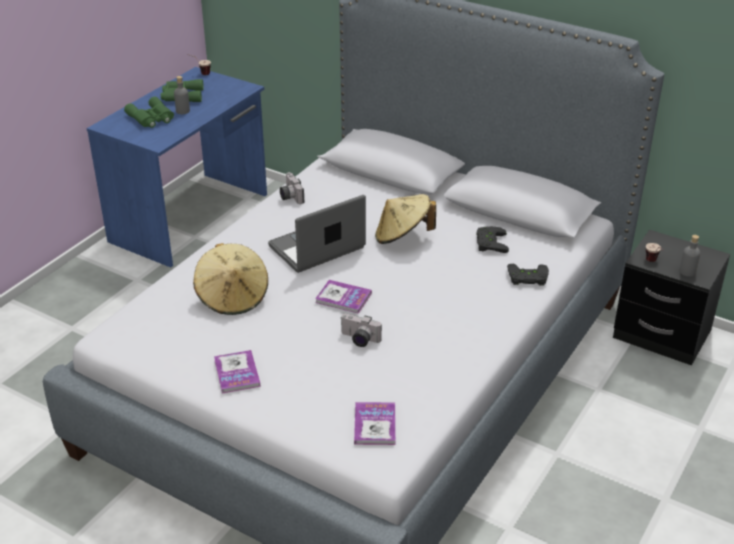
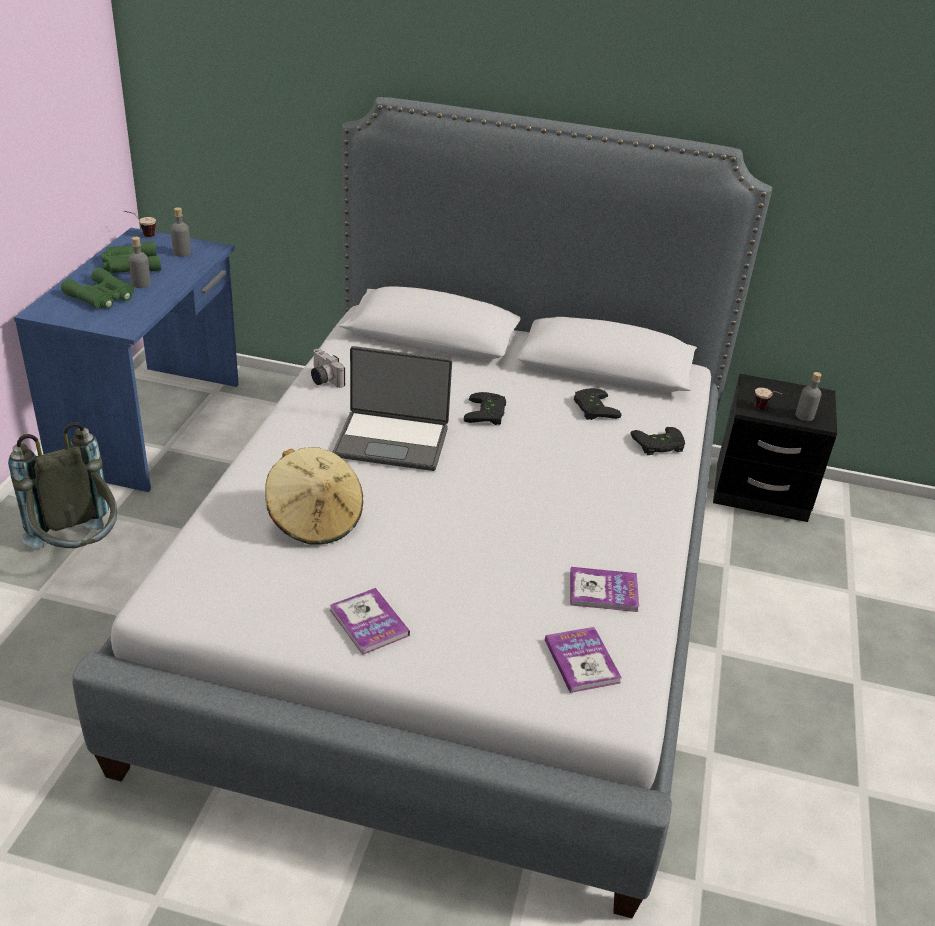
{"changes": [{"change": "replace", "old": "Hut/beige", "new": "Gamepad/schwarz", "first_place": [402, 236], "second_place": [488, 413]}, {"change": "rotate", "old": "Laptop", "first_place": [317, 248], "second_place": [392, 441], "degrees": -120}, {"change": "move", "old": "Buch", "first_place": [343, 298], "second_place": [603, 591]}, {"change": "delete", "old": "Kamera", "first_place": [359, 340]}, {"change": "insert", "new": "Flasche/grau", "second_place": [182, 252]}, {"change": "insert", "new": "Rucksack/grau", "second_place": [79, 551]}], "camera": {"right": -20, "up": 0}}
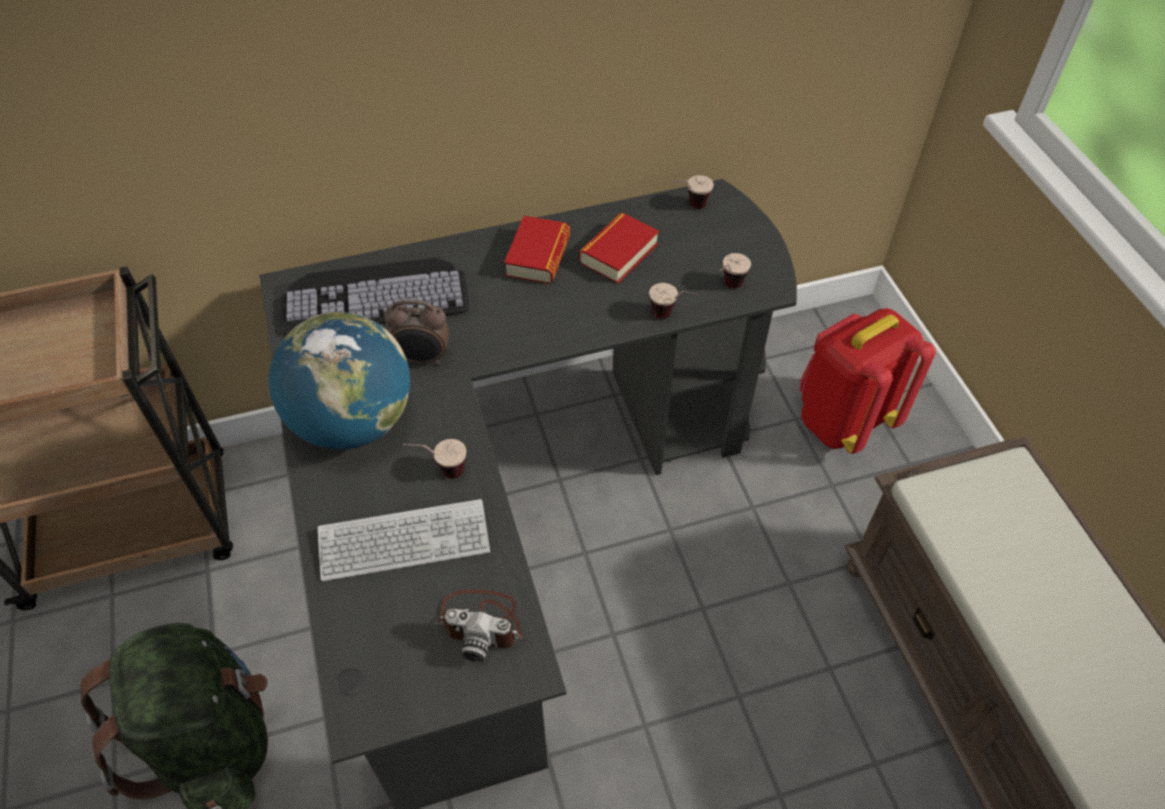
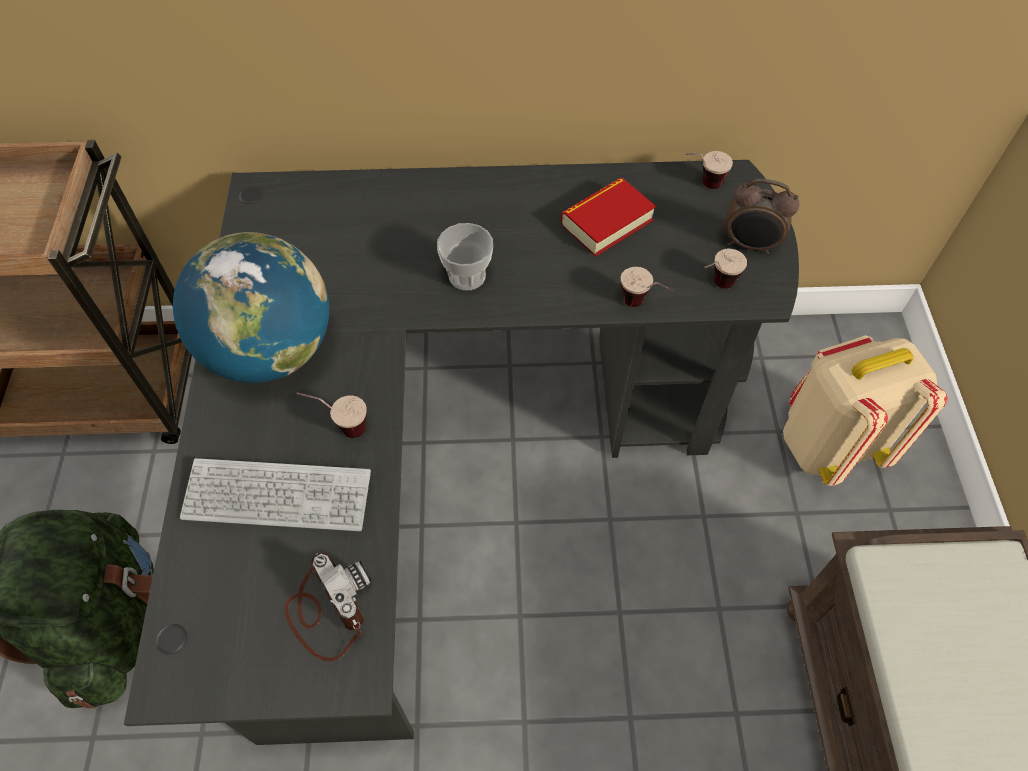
{"changes": [{"change": "delete", "old": "Buch", "first_place": [538, 256]}, {"change": "delete", "old": "Tastatur", "first_place": [376, 294]}, {"change": "move", "old": "Wecker", "first_place": [422, 359], "second_place": [750, 245]}, {"change": "recolor", "old": "Rucksack/rot", "new": "Rucksack/beige", "first_place": [842, 420], "second_place": [829, 444]}, {"change": "rotate", "old": "Kamera", "first_place": [482, 622], "second_place": [327, 609], "degrees": -150}, {"change": "insert", "new": "Tasse", "second_place": [467, 276]}], "camera": {"right": 15, "up": 5}}
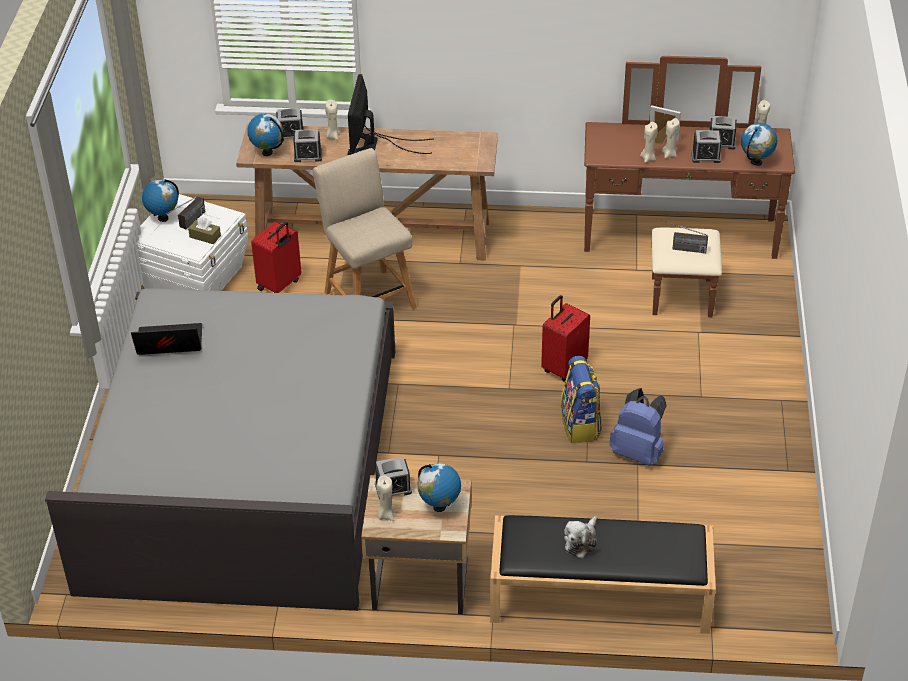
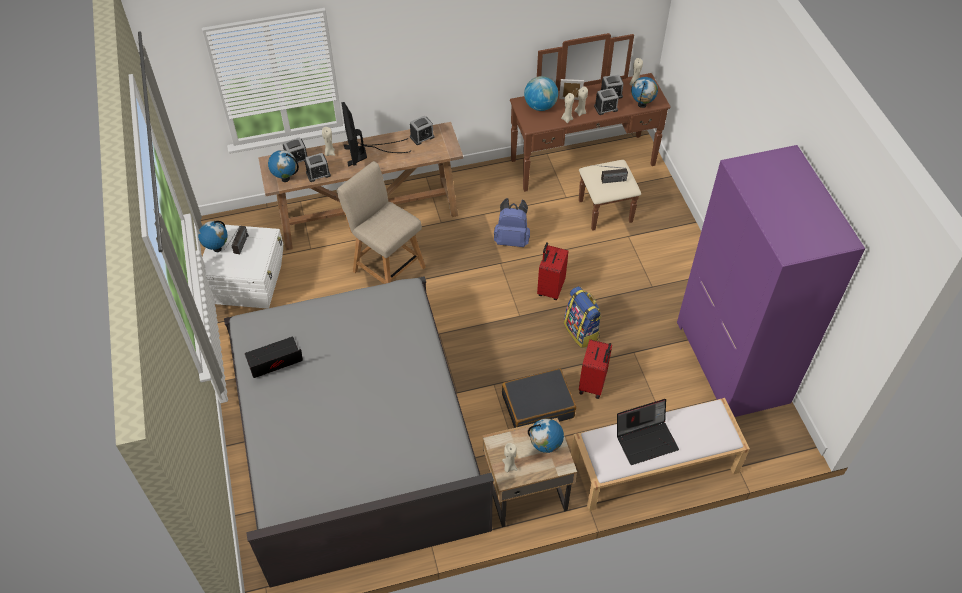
{"changes": [{"change": "delete", "old": "Taschentuchbox/braun", "first_place": [205, 236]}, {"change": "move", "old": "Koffer/rot", "first_place": [280, 285], "second_place": [593, 384]}, {"change": "move", "old": "Rucksack/blau", "first_place": [638, 452], "second_place": [512, 239]}, {"change": "move", "old": "Wecker", "first_place": [393, 488], "second_place": [422, 137]}, {"change": "recolor", "old": "Bank/schwarz", "new": "Bank/weiß", "first_place": [598, 596], "second_place": [653, 466]}, {"change": "replace", "old": "Plüschtier", "new": "Laptop", "first_place": [581, 542], "second_place": [646, 439]}, {"change": "insert", "new": "Globus", "second_place": [540, 106]}, {"change": "insert", "new": "Kleiderschrank/lila", "second_place": [733, 362]}, {"change": "insert", "new": "Koffer/schwarz", "second_place": [537, 405]}], "camera": {"right": -20, "up": 10}}
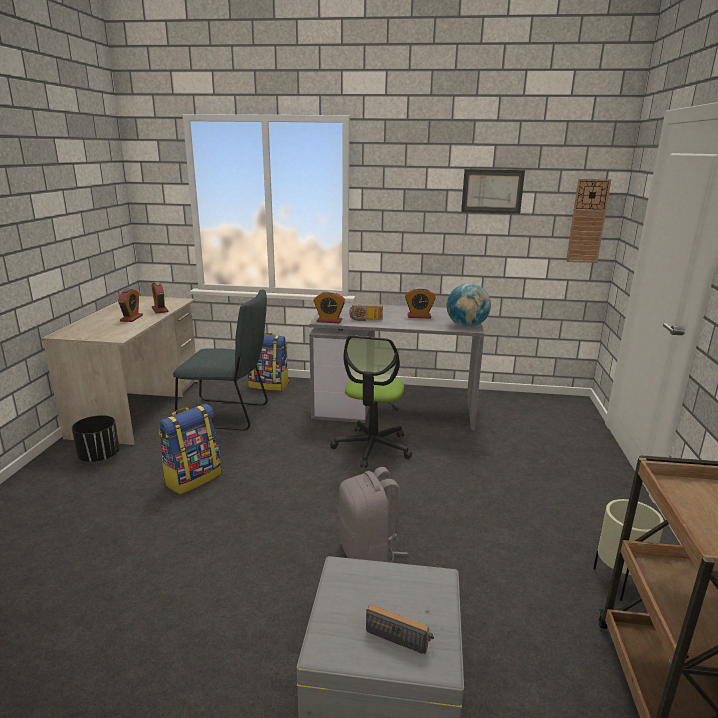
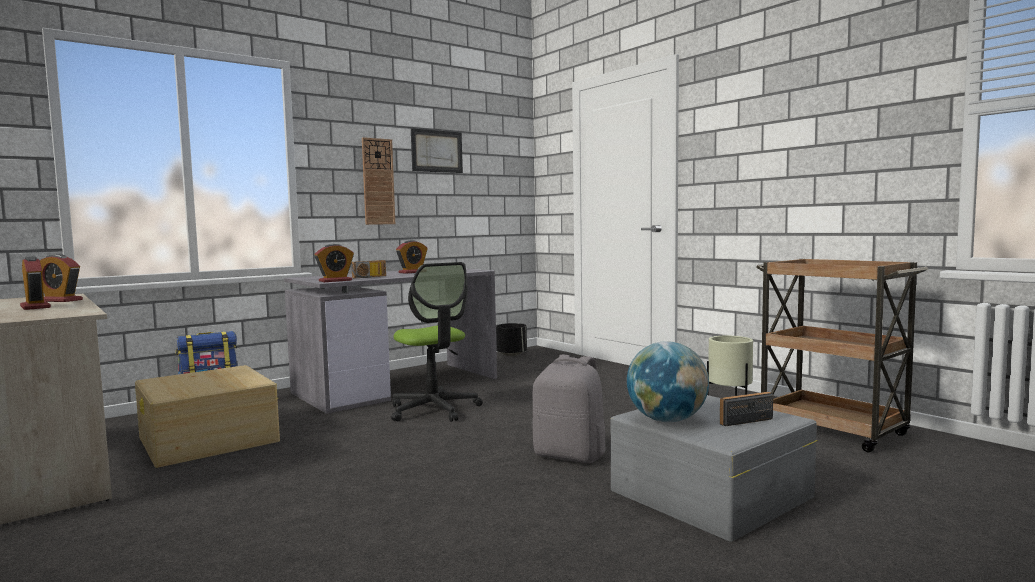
{"changes": [{"change": "move", "old": "Wanduhr", "first_place": [587, 221], "second_place": [378, 181]}, {"change": "move", "old": "Globus", "first_place": [466, 326], "second_place": [667, 420]}, {"change": "replace", "old": "Stuhl/grau", "new": "Aufbewahrungsbox/beige", "first_place": [228, 415], "second_place": [208, 439]}, {"change": "delete", "old": "Rucksack", "first_place": [193, 478]}, {"change": "move", "old": "Pflanzkübel/schwarz", "first_place": [99, 457], "second_place": [511, 354]}], "camera": {"right": -45, "up": -15}}
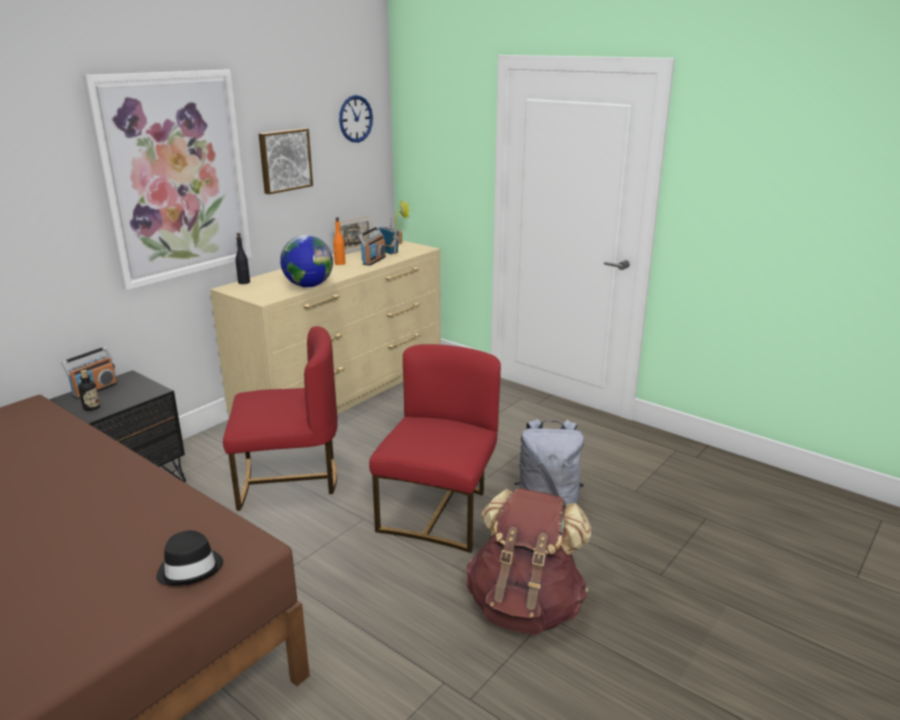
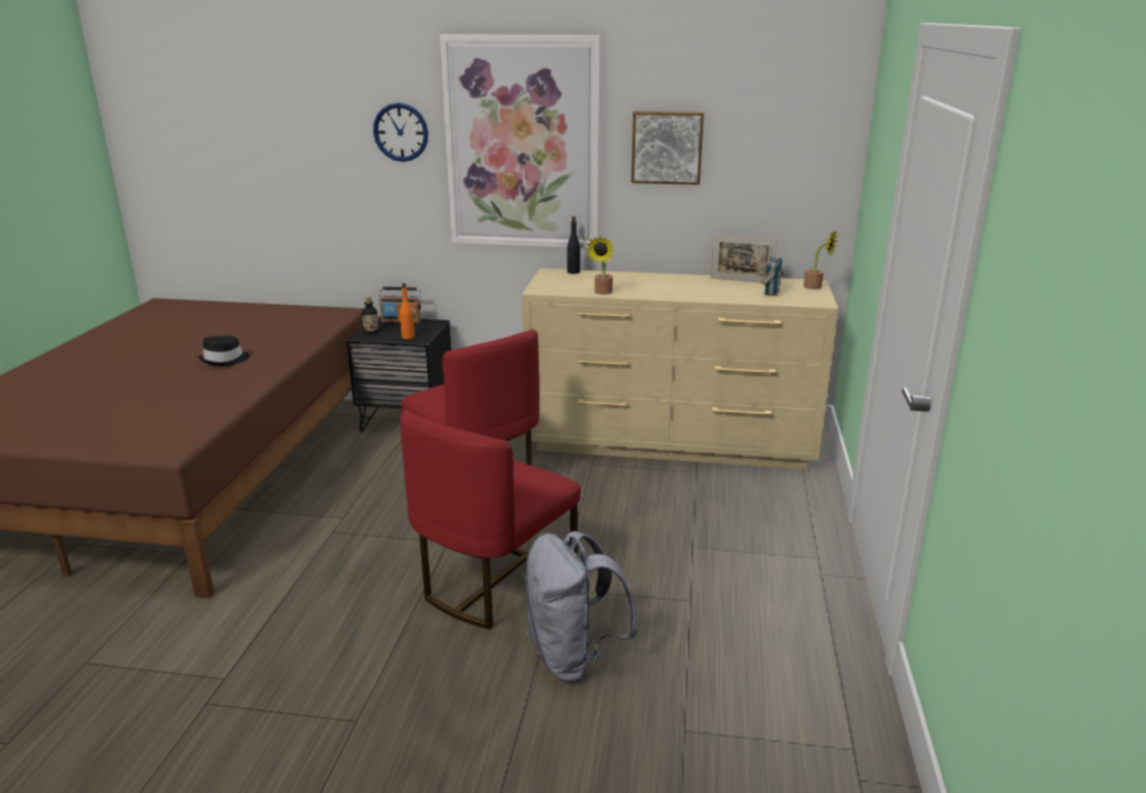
{"changes": [{"change": "move", "old": "Wanduhr", "first_place": [355, 119], "second_place": [401, 132]}, {"change": "move", "old": "Flasche/orange", "first_place": [340, 263], "second_place": [408, 337]}, {"change": "delete", "old": "Radio", "first_place": [373, 260]}, {"change": "replace", "old": "Globus", "new": "Topfpflanze", "first_place": [308, 286], "second_place": [602, 293]}, {"change": "rotate", "old": "Stuhl/rot", "first_place": [439, 513], "second_place": [494, 583], "degrees": 135}, {"change": "delete", "old": "Rucksack/braun", "first_place": [525, 606]}, {"change": "move", "old": "Hut/schwarz", "first_place": [190, 568], "second_place": [225, 360]}], "camera": {"right": 60, "up": 0}}
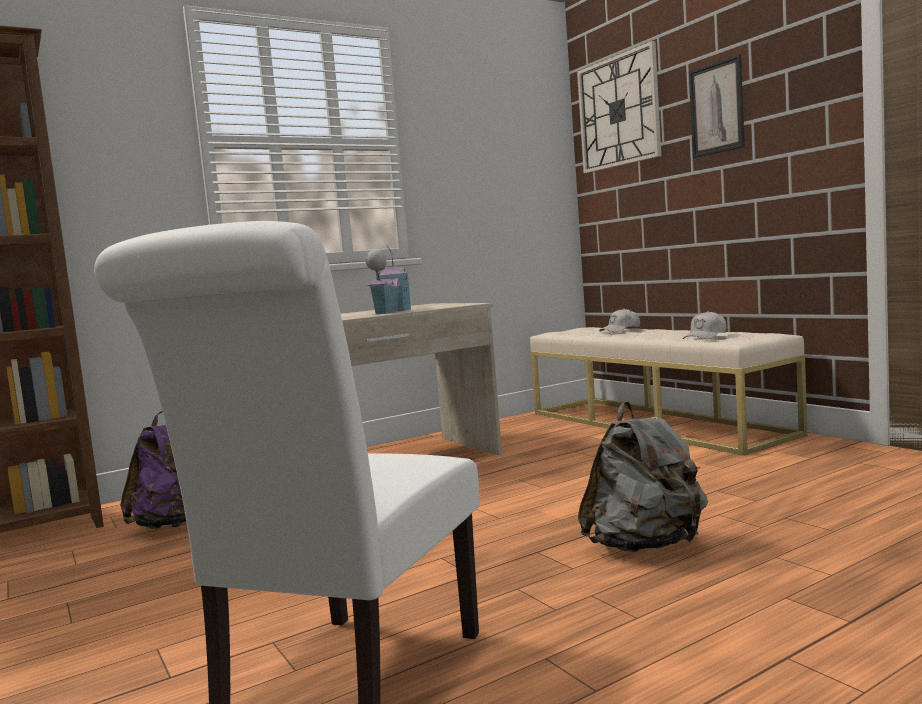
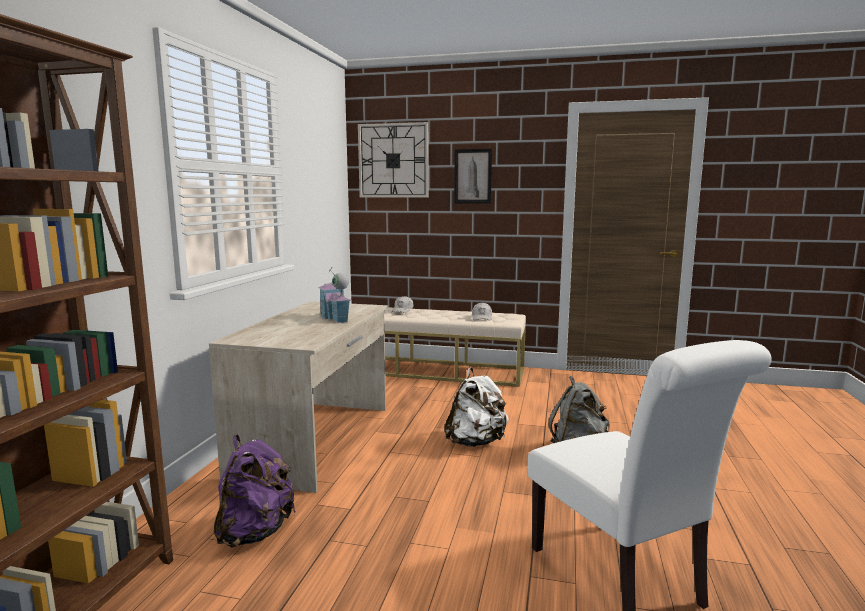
{"changes": [{"change": "insert", "new": "Rucksack/weiß", "second_place": [476, 442]}], "camera": {"right": -45, "up": 5}}
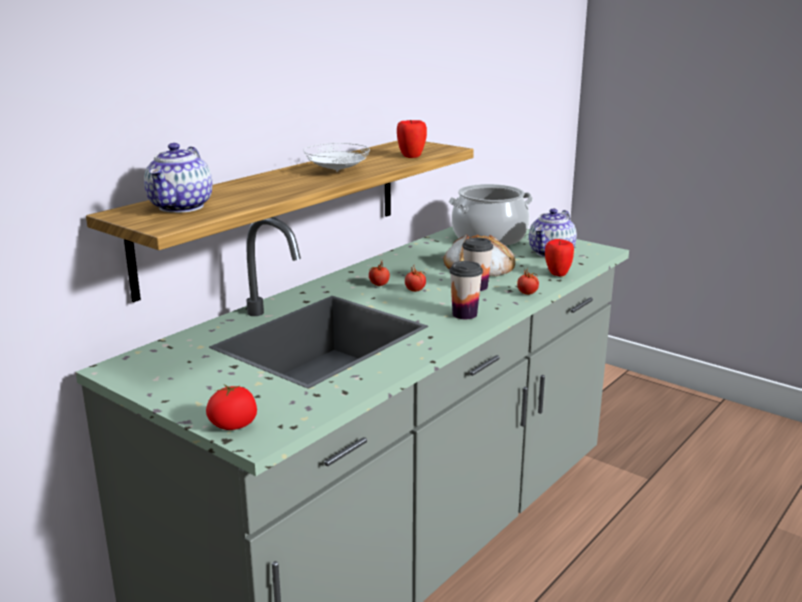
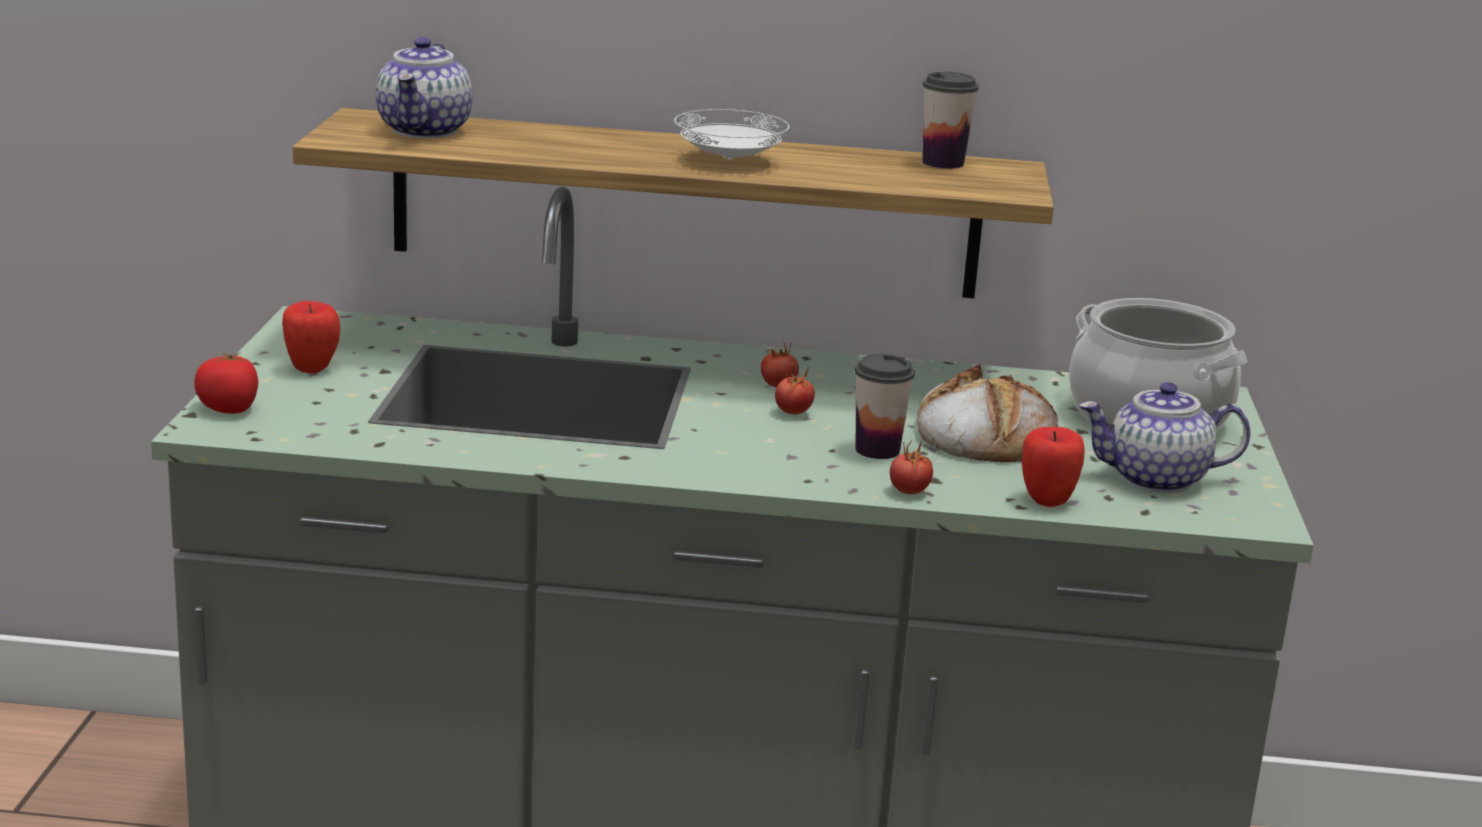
{"changes": [{"change": "move", "old": "Apfel", "first_place": [411, 156], "second_place": [312, 368]}, {"change": "rotate", "old": "Teekanne", "first_place": [181, 207], "second_place": [425, 131], "degrees": -60}, {"change": "move", "old": "Tasse", "first_place": [464, 314], "second_place": [943, 163]}], "camera": {"right": 55, "up": 0}}
